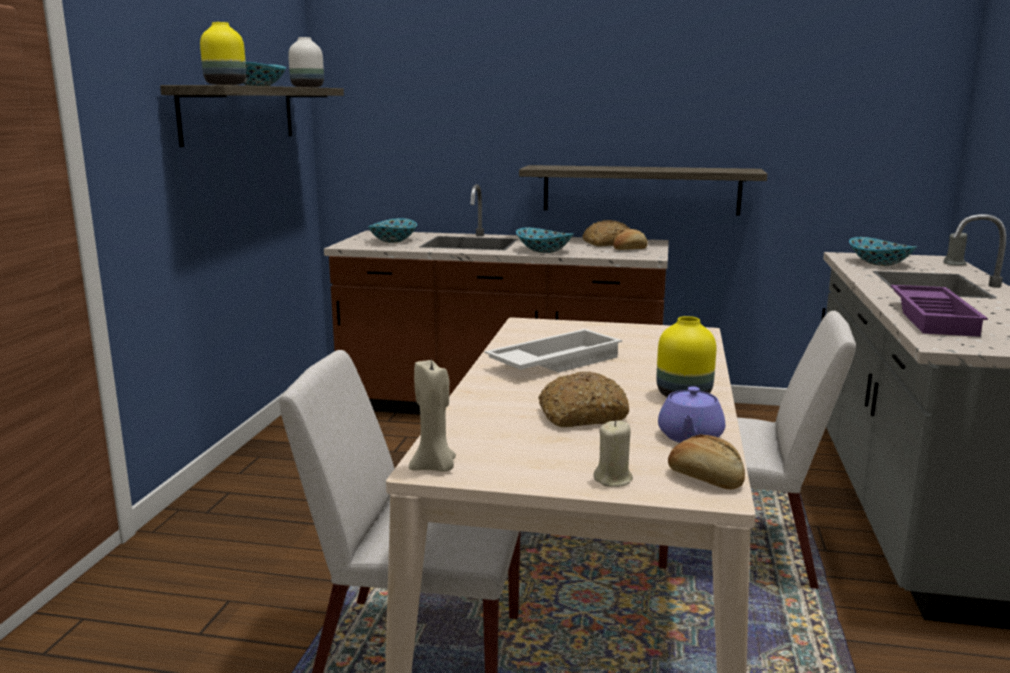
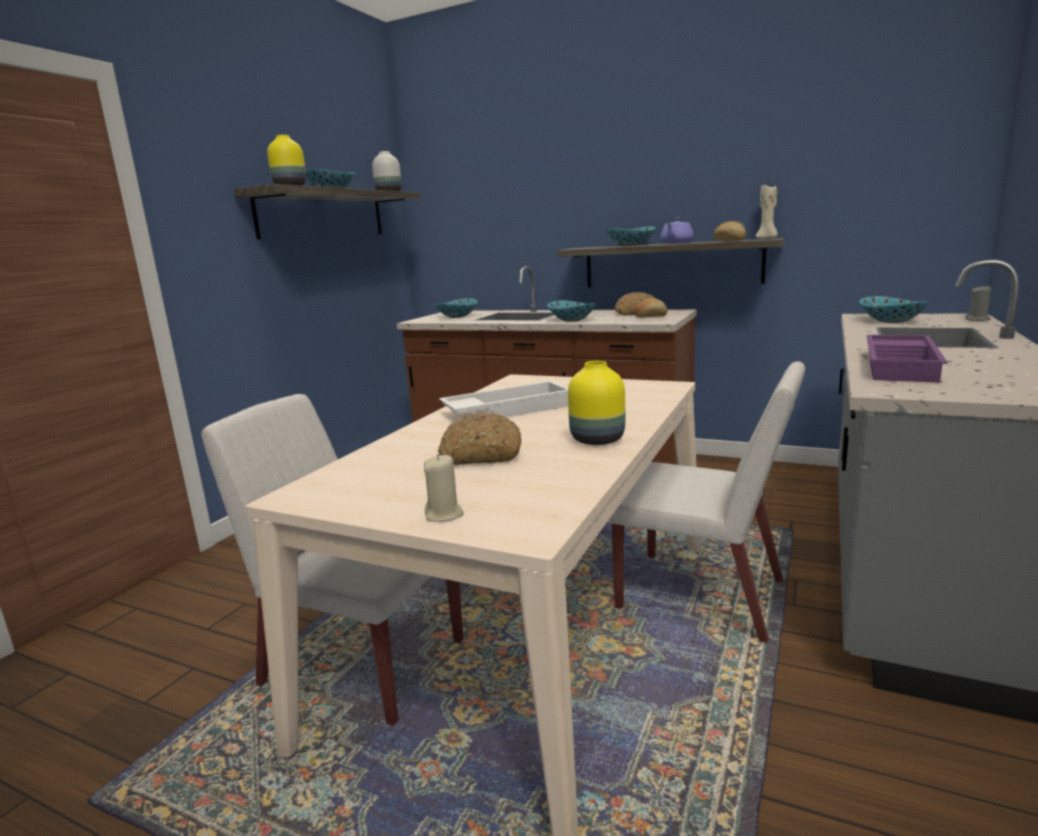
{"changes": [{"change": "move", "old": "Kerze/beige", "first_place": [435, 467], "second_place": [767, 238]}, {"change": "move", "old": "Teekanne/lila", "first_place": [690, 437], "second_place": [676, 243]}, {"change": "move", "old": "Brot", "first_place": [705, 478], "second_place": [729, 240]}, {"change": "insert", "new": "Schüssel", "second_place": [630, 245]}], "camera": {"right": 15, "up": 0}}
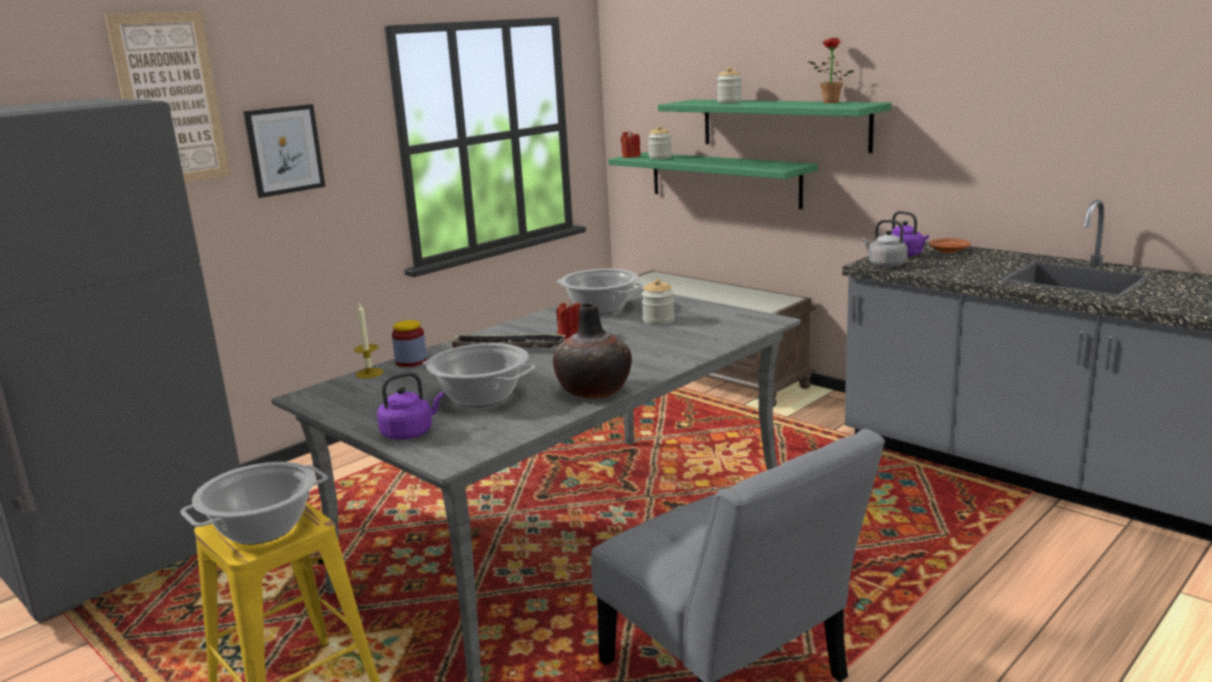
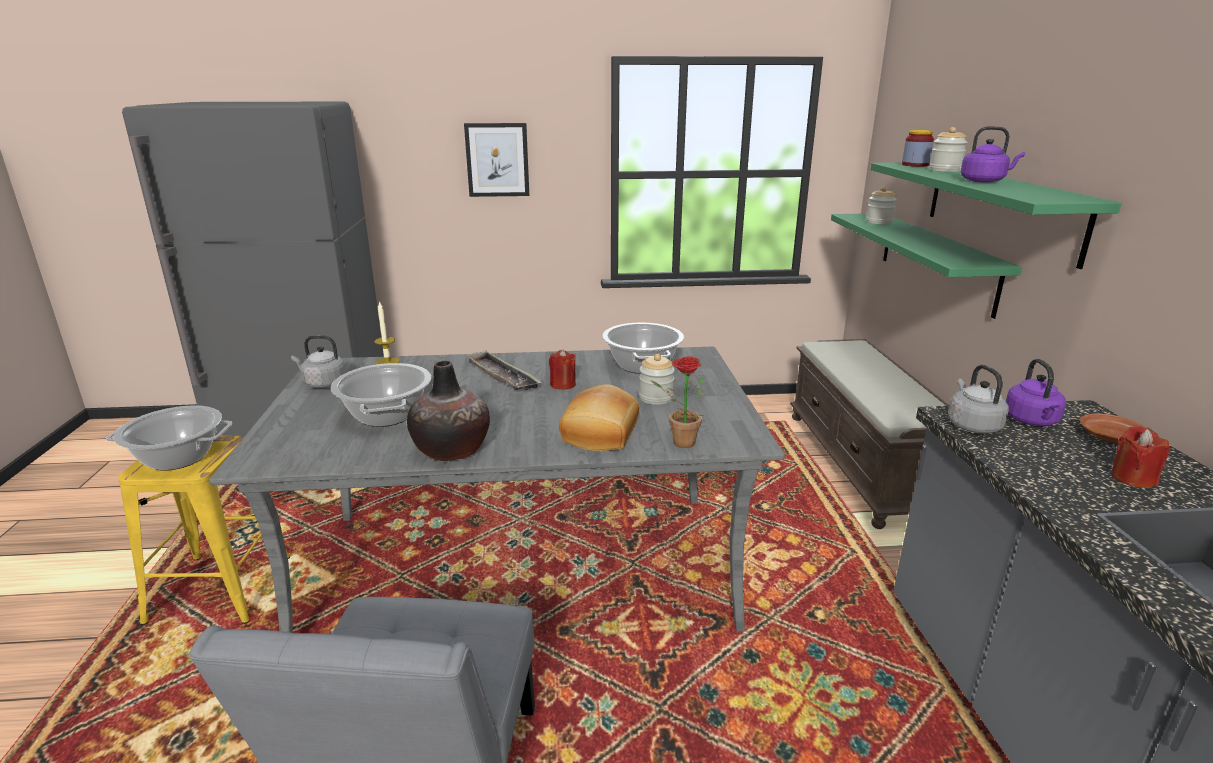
{"changes": [{"change": "delete", "old": "Bild", "first_place": [170, 99]}, {"change": "move", "old": "Topfpflanze", "first_place": [828, 102], "second_place": [678, 442]}, {"change": "move", "old": "Kerze/rot", "first_place": [631, 156], "second_place": [1132, 478]}, {"change": "move", "old": "Vorratsglas", "first_place": [411, 361], "second_place": [915, 165]}, {"change": "move", "old": "Wasserkessel/lila", "first_place": [410, 433], "second_place": [984, 181]}, {"change": "insert", "new": "Wasserkessel/grau", "second_place": [323, 383]}, {"change": "insert", "new": "Brot", "second_place": [602, 434]}], "camera": {"right": 40, "up": 5}}
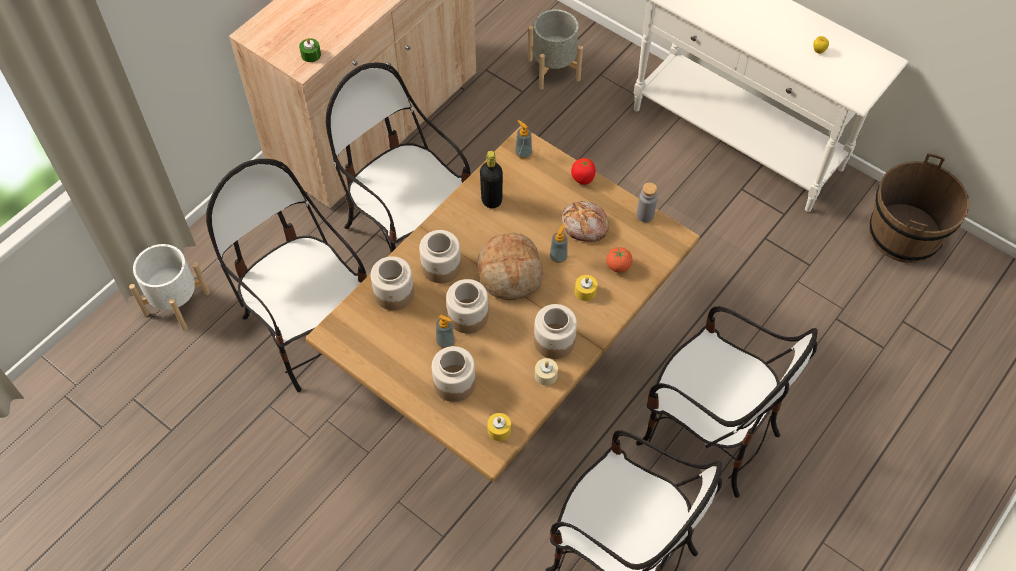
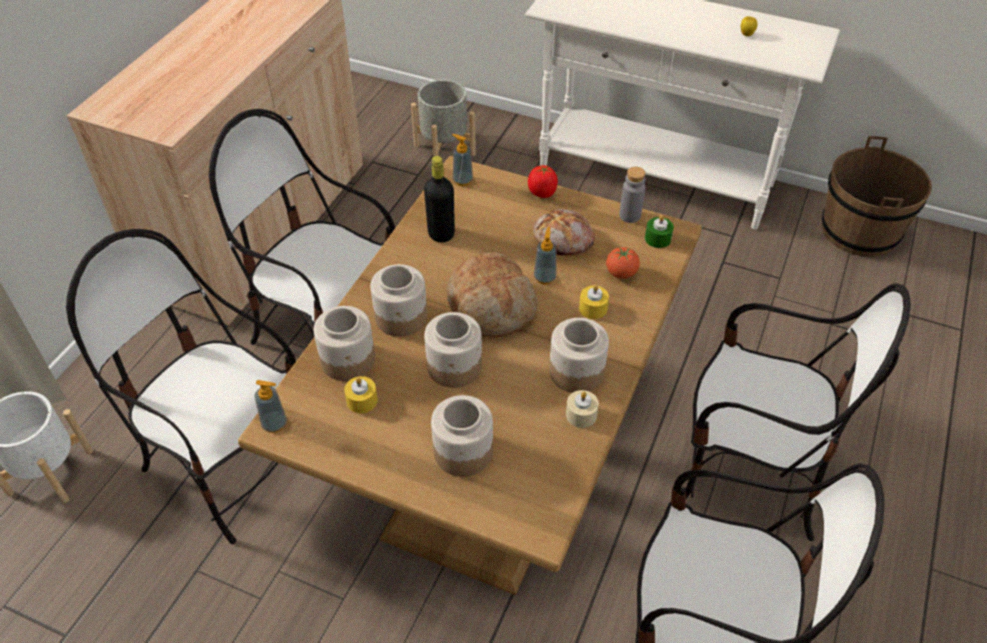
{"changes": [{"change": "move", "old": "Kerze/grün", "first_place": [311, 54], "second_place": [657, 238]}, {"change": "move", "old": "Seifenspender", "first_place": [445, 341], "second_place": [274, 424]}, {"change": "move", "old": "Kerze/gelb", "first_place": [499, 430], "second_place": [362, 401]}], "camera": {"right": -15, "up": -10}}
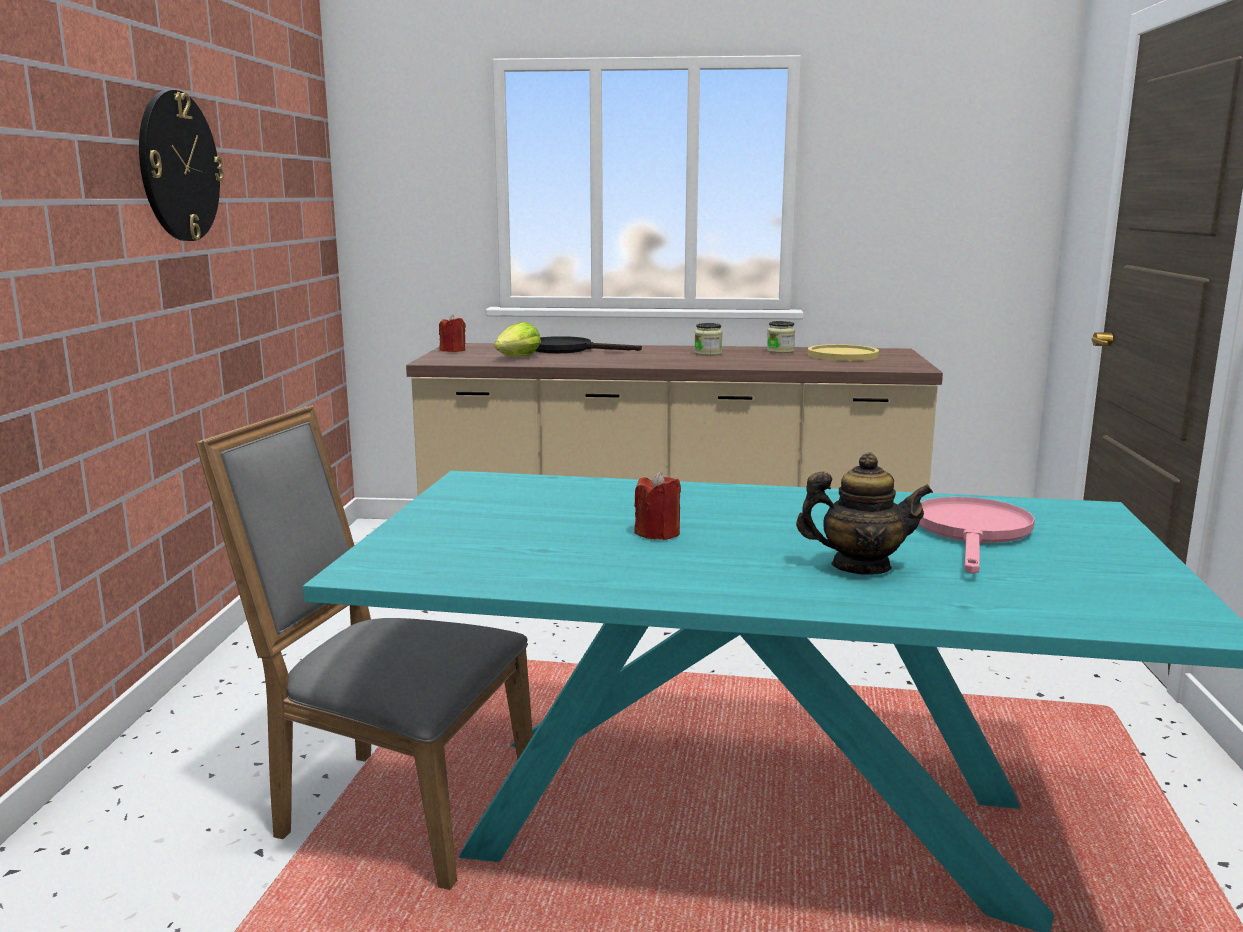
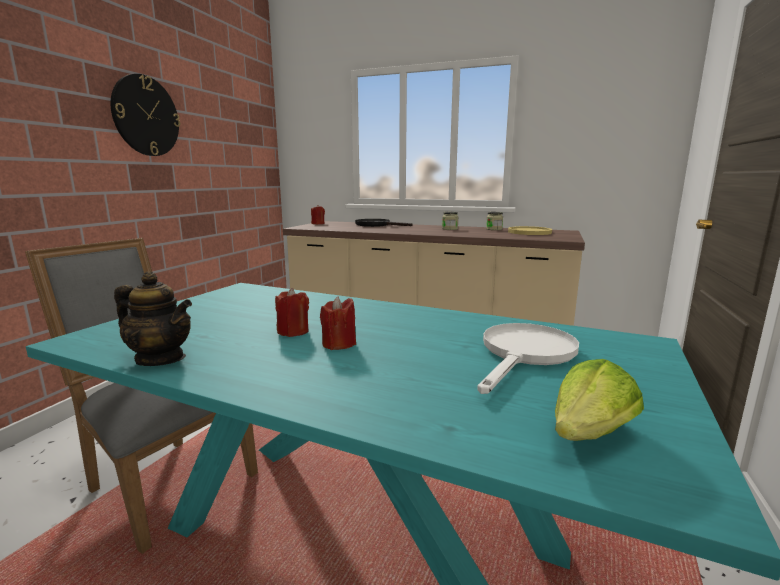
{"changes": [{"change": "move", "old": "Salatkopf", "first_place": [518, 358], "second_place": [590, 433]}, {"change": "move", "old": "Teekanne", "first_place": [860, 567], "second_place": [161, 359]}, {"change": "recolor", "old": "Pfanne/rosa", "new": "Pfanne/weiß", "first_place": [973, 533], "second_place": [525, 354]}, {"change": "insert", "new": "Kerze/rot", "second_place": [339, 344]}], "camera": {"right": 15, "up": 0}}
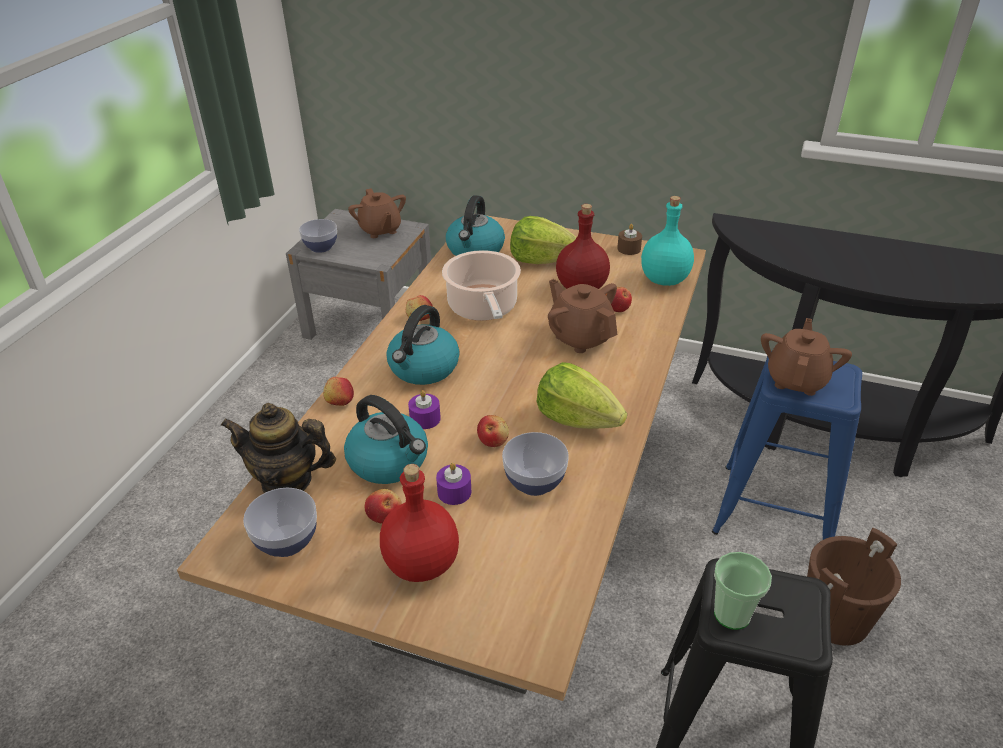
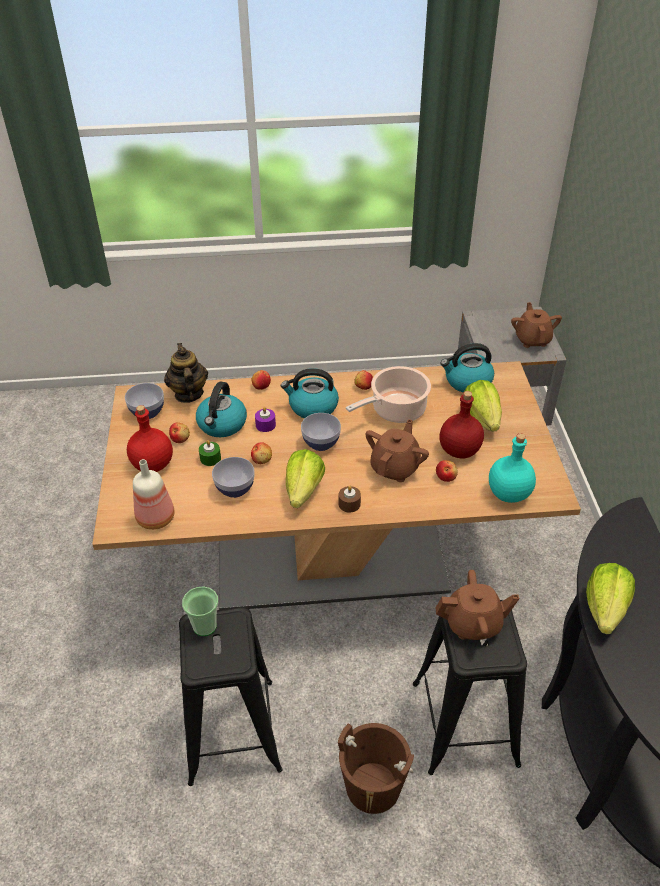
{"changes": [{"change": "rotate", "old": "Teekanne/braun", "first_place": [380, 230], "second_place": [532, 340], "degrees": 135}, {"change": "move", "old": "Schüssel", "first_place": [321, 247], "second_place": [321, 443]}, {"change": "move", "old": "Kerze/braun", "first_place": [629, 249], "second_place": [349, 504]}, {"change": "recolor", "old": "Hocker/blau", "new": "Hocker/schwarz", "first_place": [775, 512], "second_place": [464, 723]}, {"change": "recolor", "old": "Kerze/lila", "new": "Kerze/grün", "first_place": [454, 492], "second_place": [210, 458]}, {"change": "insert", "new": "Flasche", "second_place": [156, 517]}, {"change": "insert", "new": "Salatkopf", "second_place": [605, 609]}], "camera": {"right": 65, "up": 5}}
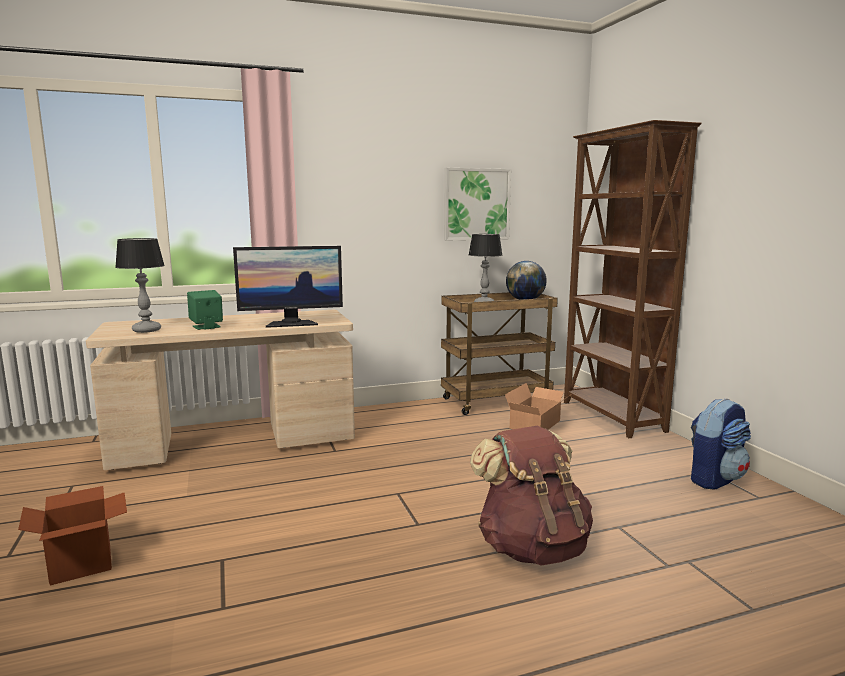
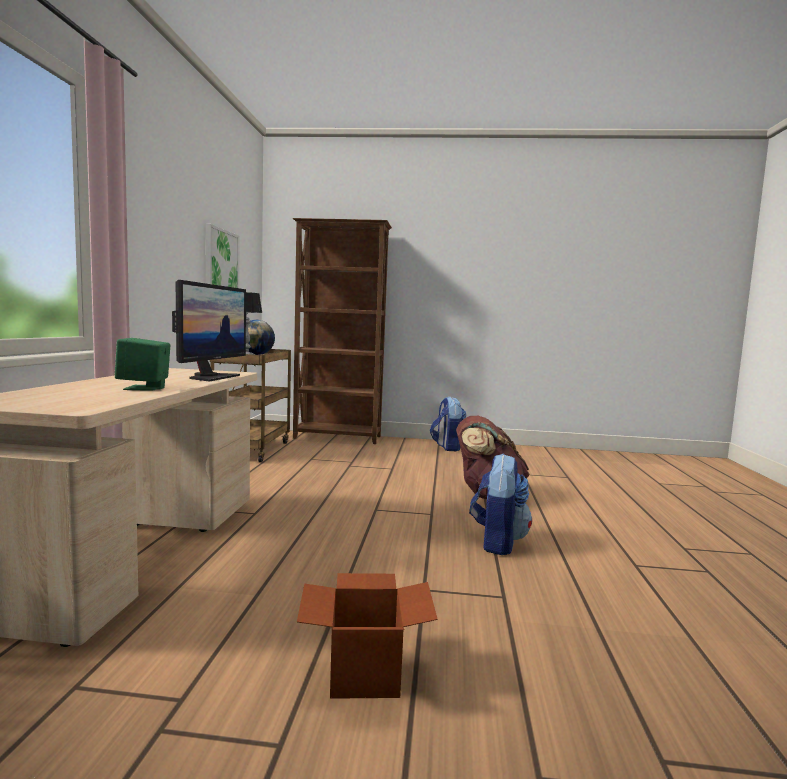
{"changes": [{"change": "delete", "old": "Tischlampe", "first_place": [146, 330]}, {"change": "delete", "old": "Karton", "first_place": [537, 424]}, {"change": "insert", "new": "Rucksack", "second_place": [497, 542]}], "camera": {"right": -65, "up": -5}}
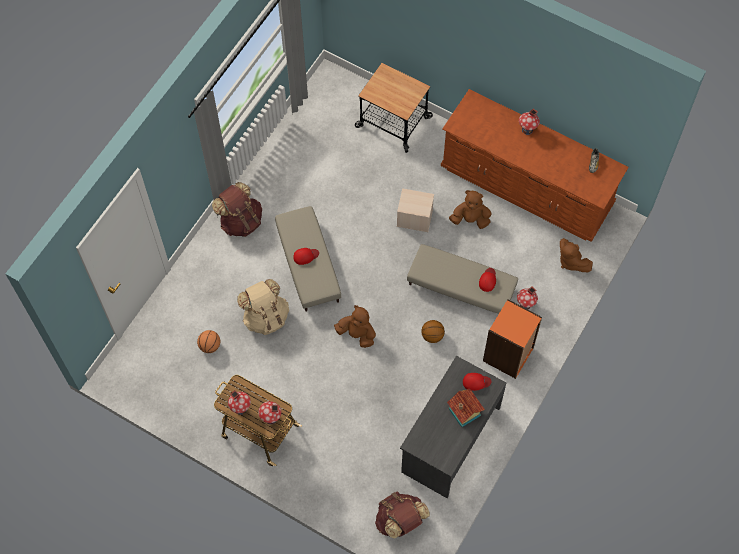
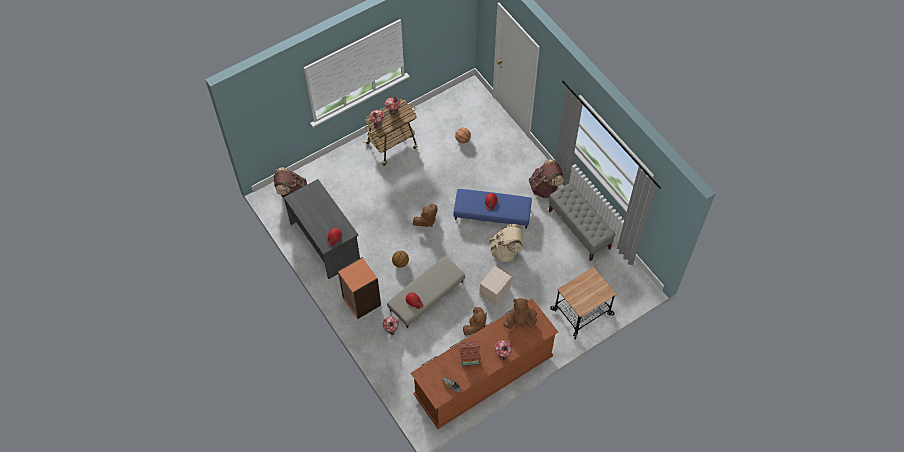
{"changes": [{"change": "recolor", "old": "Polsterhocker/beige", "new": "Polsterhocker/blau", "first_place": [308, 264], "second_place": [492, 213]}, {"change": "move", "old": "Plüschtier/braun", "first_place": [571, 261], "second_place": [519, 321]}, {"change": "move", "old": "Rucksack/beige", "first_place": [266, 317], "second_place": [505, 251]}, {"change": "move", "old": "Spielzeughaus", "first_place": [464, 412], "second_place": [469, 356]}, {"change": "insert", "new": "Bank/grau", "second_place": [579, 230]}], "camera": {"right": 115, "up": -5}}
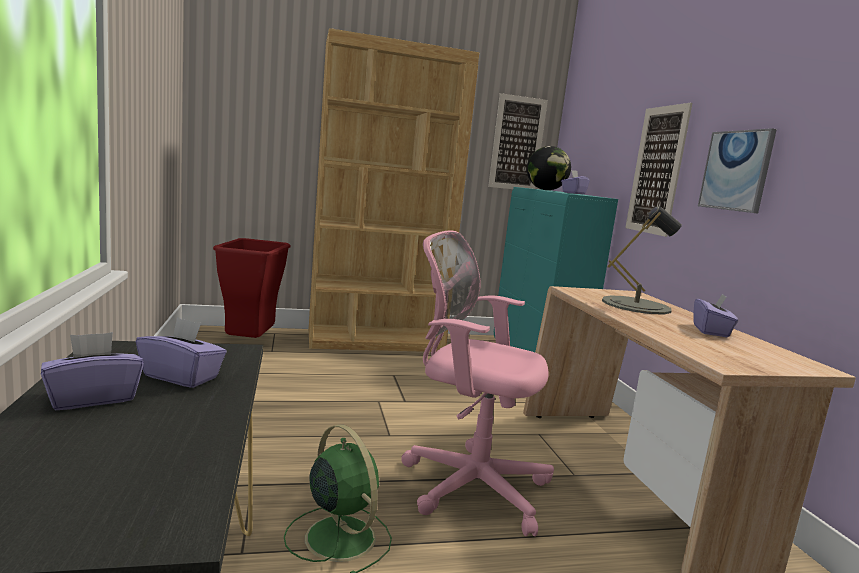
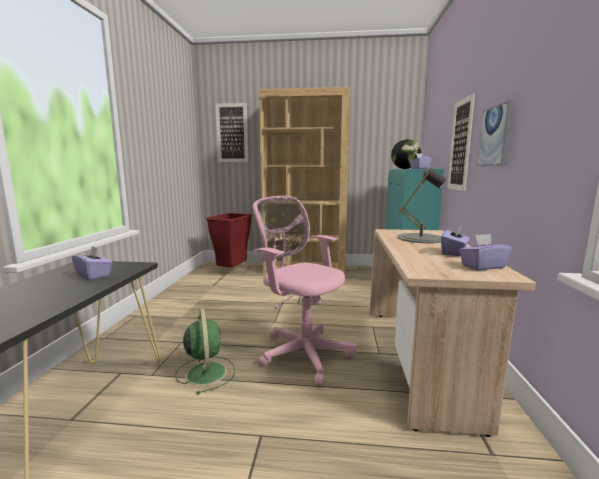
{"changes": [{"change": "move", "old": "Bild", "first_place": [517, 143], "second_place": [232, 133]}, {"change": "move", "old": "Taschentuchbox/lila", "first_place": [93, 398], "second_place": [482, 266]}], "camera": {"right": 20, "up": 0}}
